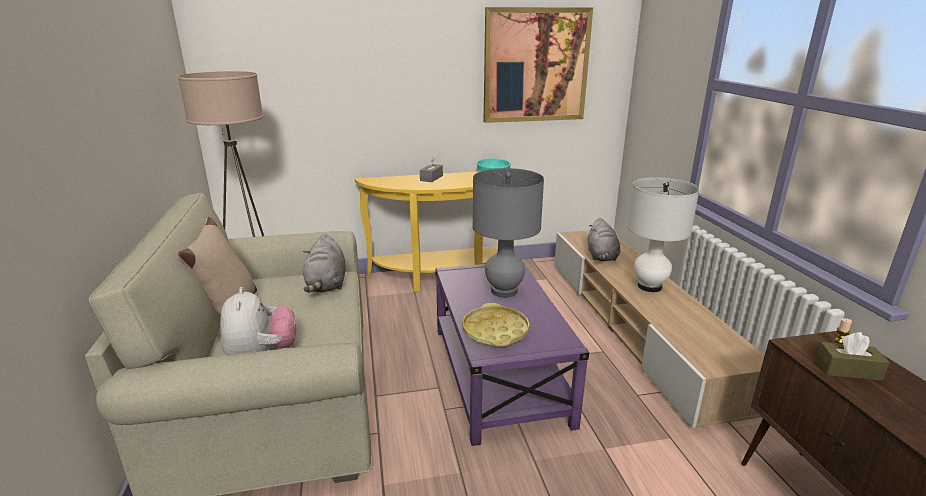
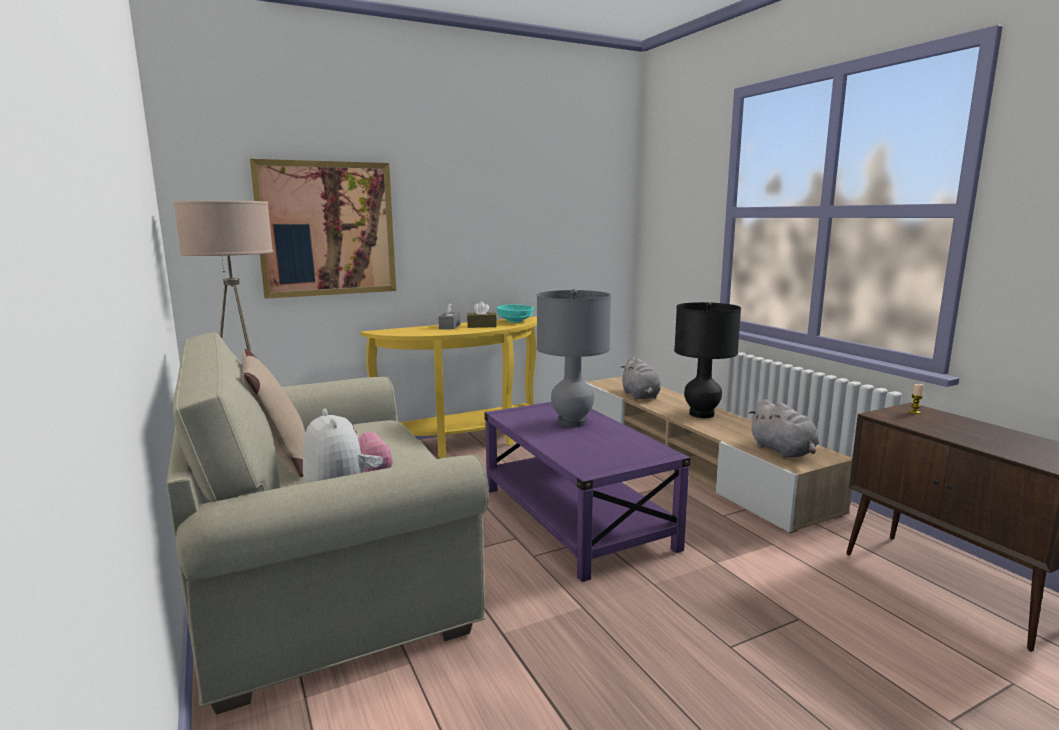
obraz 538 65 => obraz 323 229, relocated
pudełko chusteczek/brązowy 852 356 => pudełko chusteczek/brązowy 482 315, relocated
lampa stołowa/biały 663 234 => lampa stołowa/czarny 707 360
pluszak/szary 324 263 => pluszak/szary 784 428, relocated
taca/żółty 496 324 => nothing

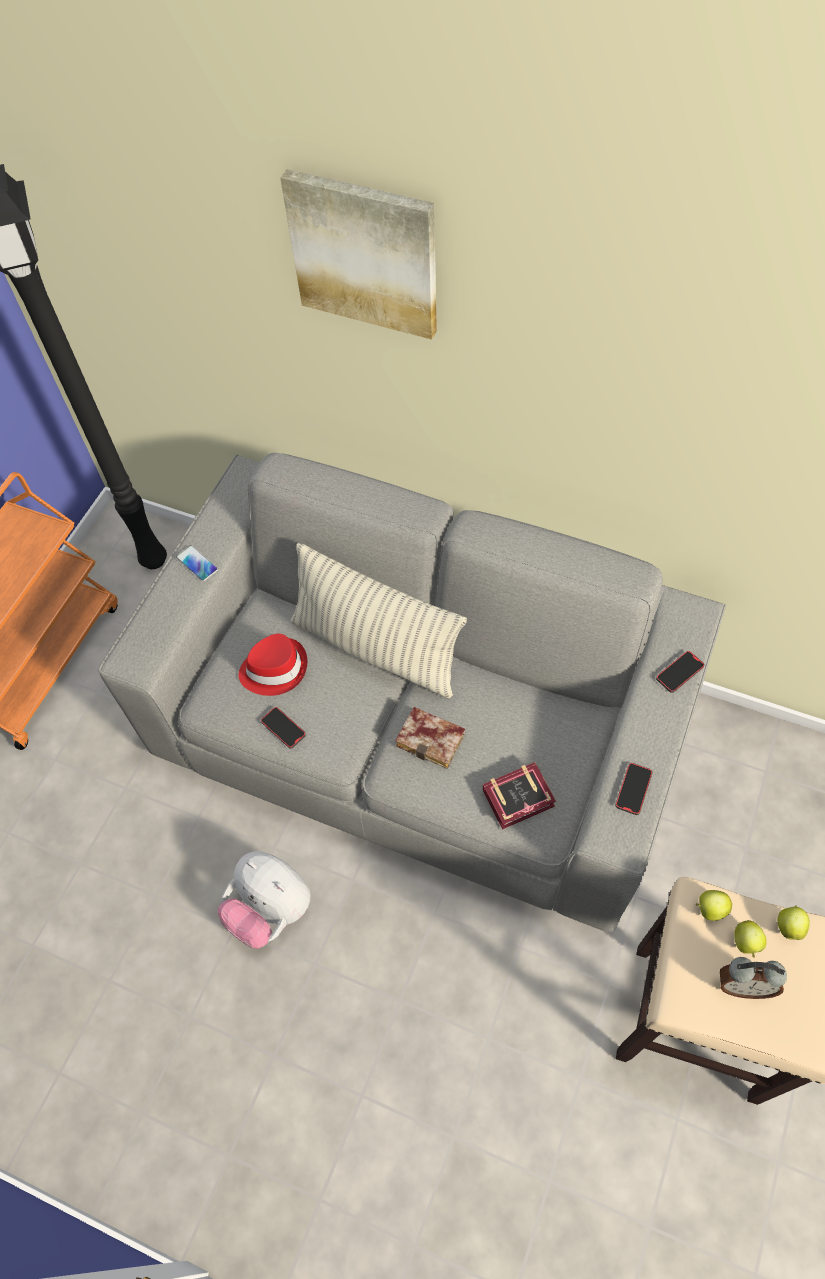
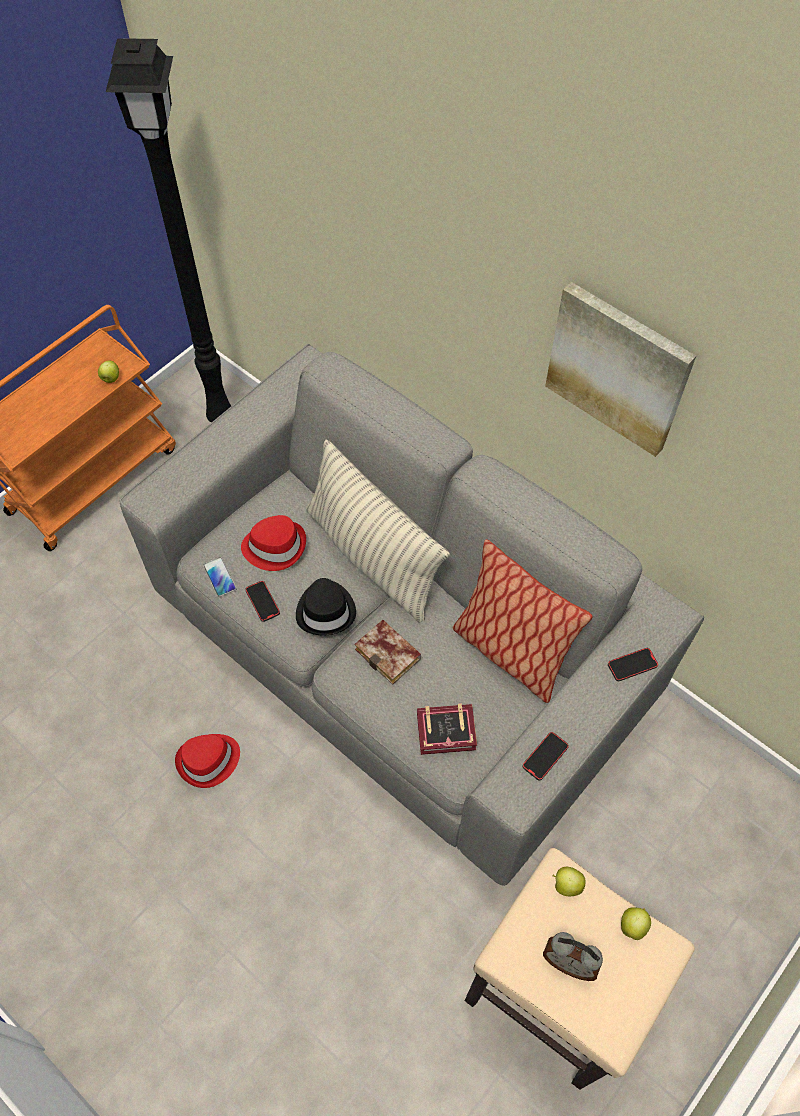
jabłko 750 939 => jabłko 108 372, relocated
pluszak 264 900 => kapelusz/czerwony 207 761
telefon 197 563 => telefon 219 577, relocated
nothing => kapelusz/czarny 326 606
nothing => poduszka 523 621
obraz 358 254 => obraz 620 369, relocated

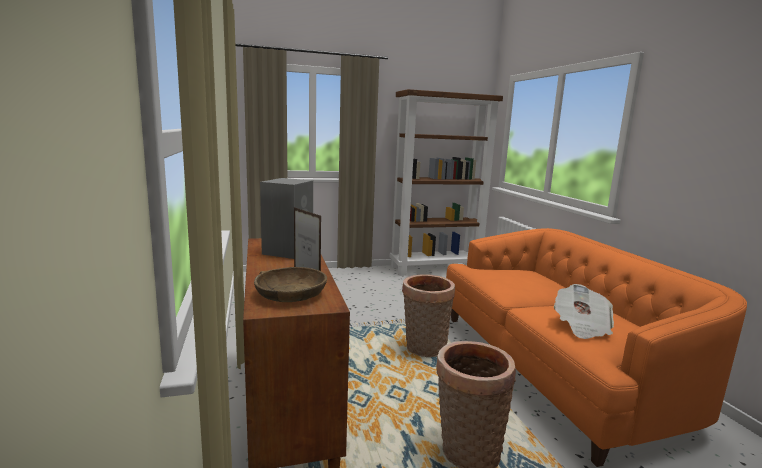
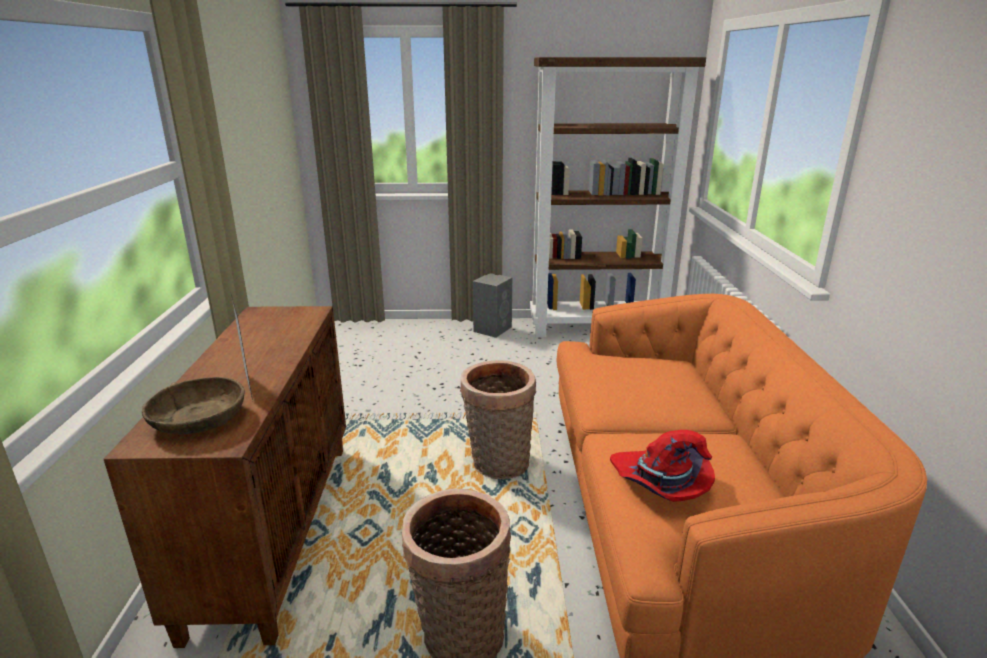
głośnik/szary 286 218 => głośnik/szary 492 305, relocated
gazeta 584 311 => kapelusz/czerwony 662 466

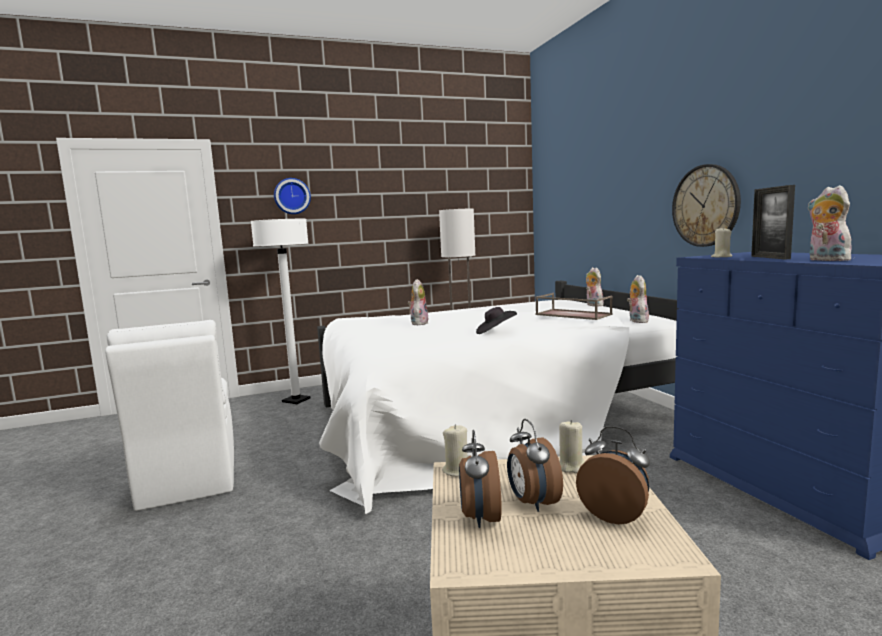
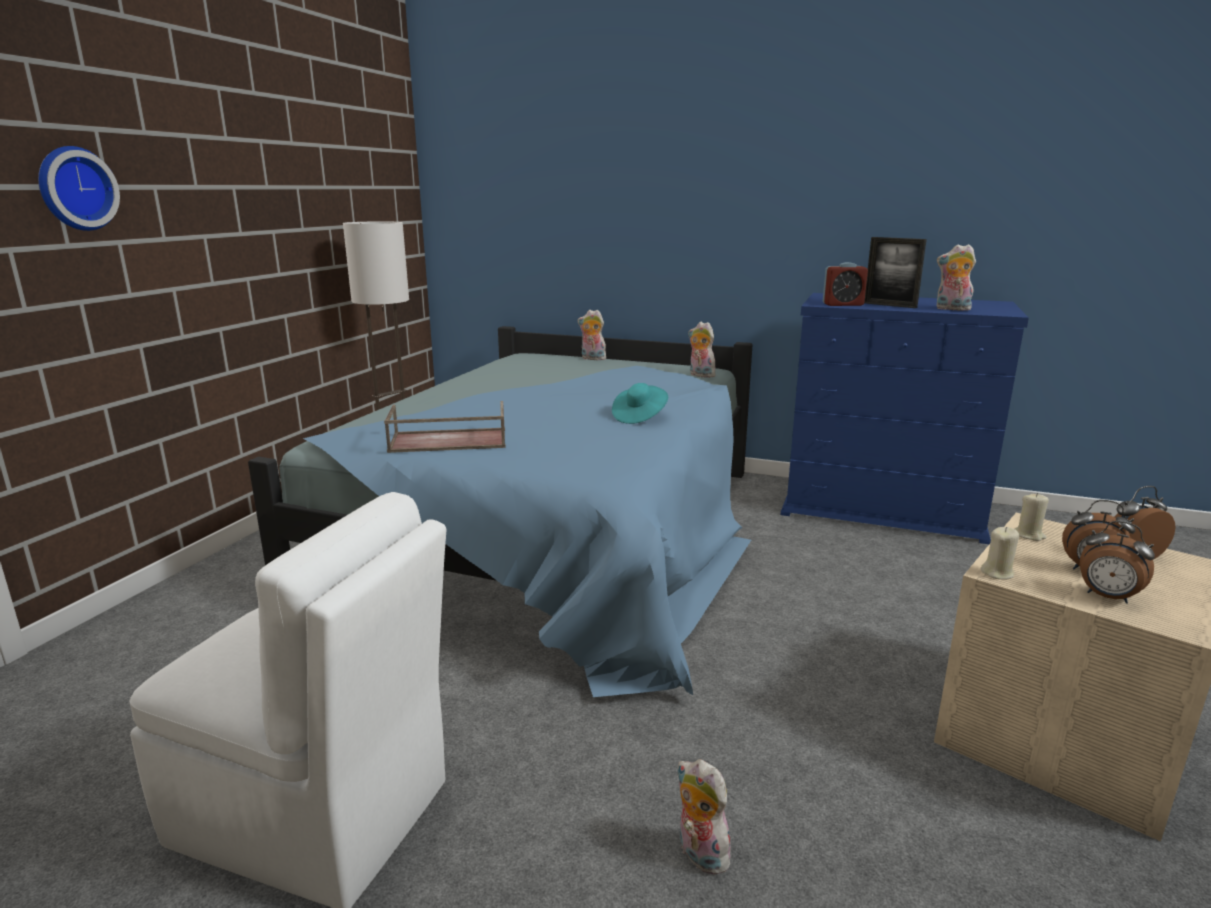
łóżko/biały 498 397 => łóżko/niebieski 500 511
taca/brązowy 574 306 => taca/brązowy 445 427, relocated
kapelusz/czarny 496 320 => kapelusz/turkusowy 640 403
pluszak 418 302 => pluszak 707 817, relocated
świeca/beżowy 721 242 => budzik 845 284
lampa stojąca/biały 280 311 => nothing
zegar ścienny 706 205 => nothing

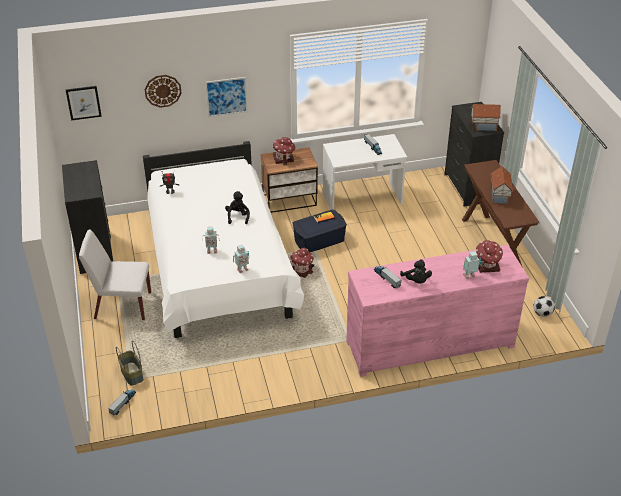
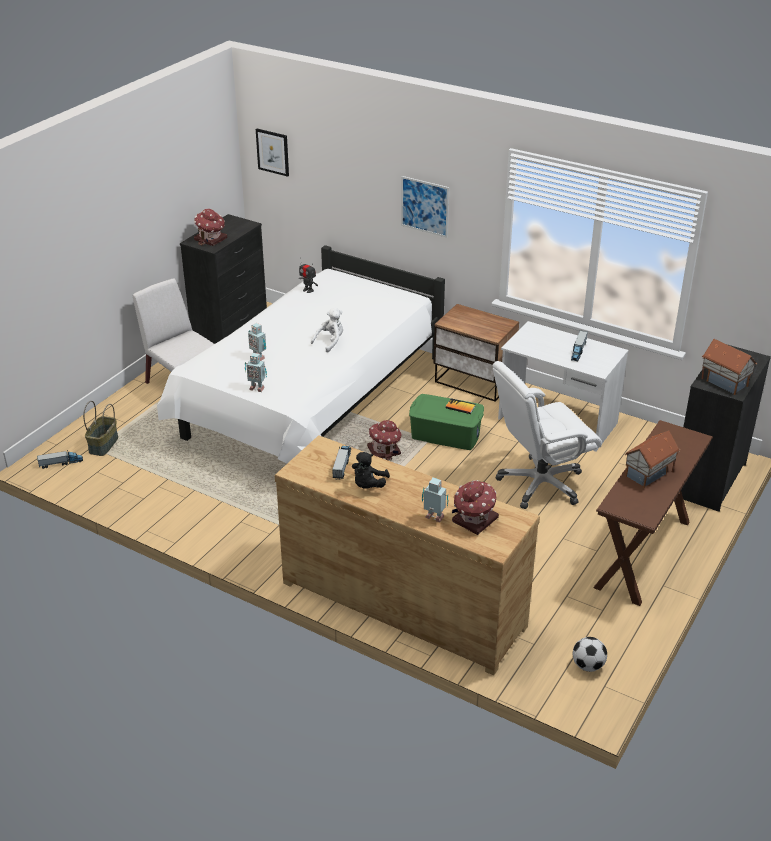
domek 283 151 => domek 210 227, relocated
komoda/różowy 437 311 => komoda/brązowy 407 555
pluszak/czarny 237 207 => pluszak/biały 327 330
pojemnik do przechowywania/niebieski 319 231 => pojemnik do przechowywania/zielony 446 422
nothing => krzesło biurowe/biały 547 435
zegar ścienny 163 91 => nothing

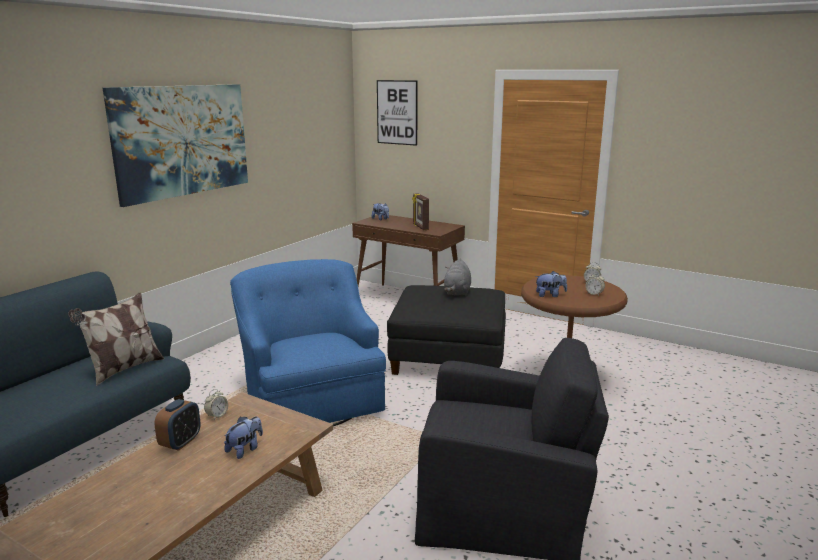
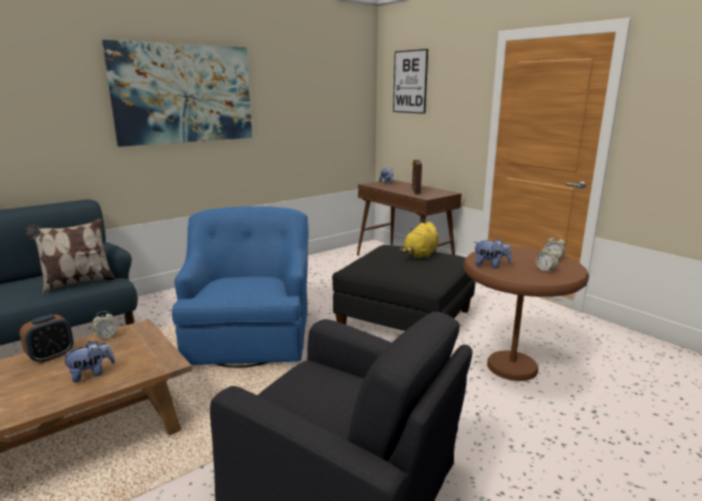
pluszak/szary 457 277 => pluszak/żółty 419 240

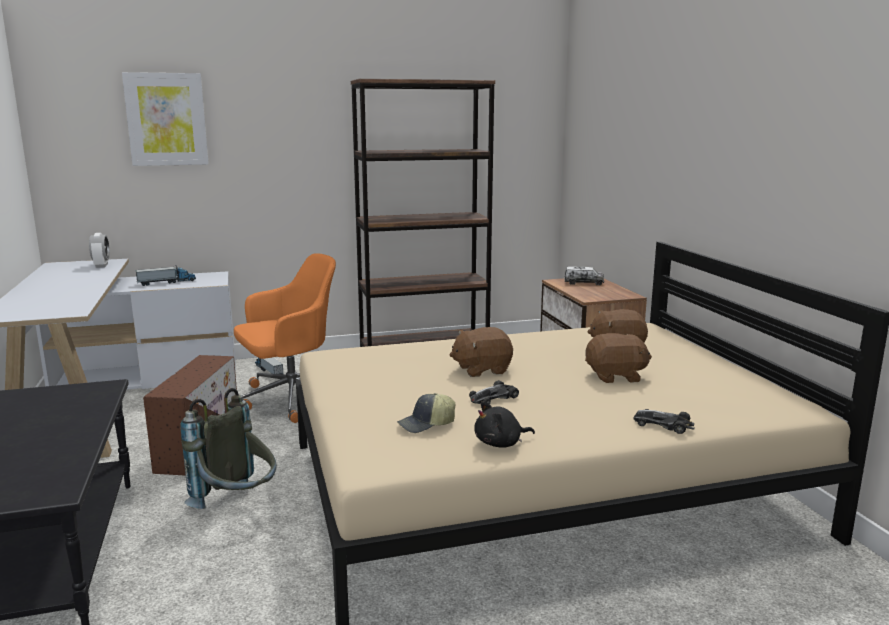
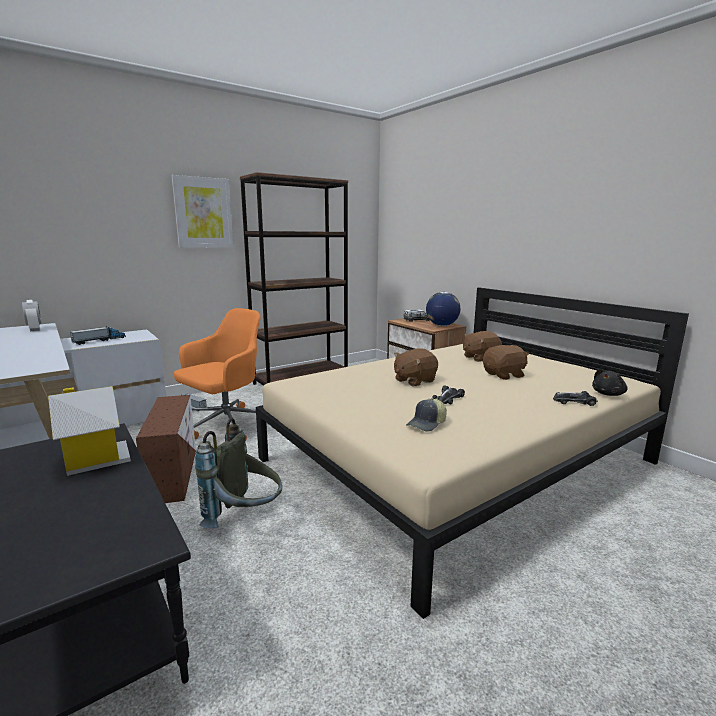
nothing => domek 89 431
obraz 165 119 => obraz 202 211, relocated
nothing => globus 443 309
pluszak/czarny 504 424 => pluszak/czarny 610 382, relocated

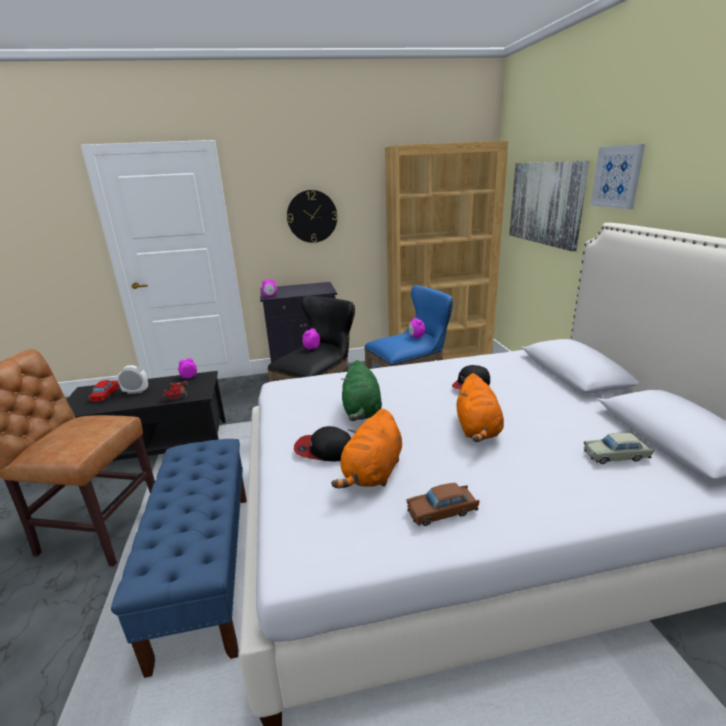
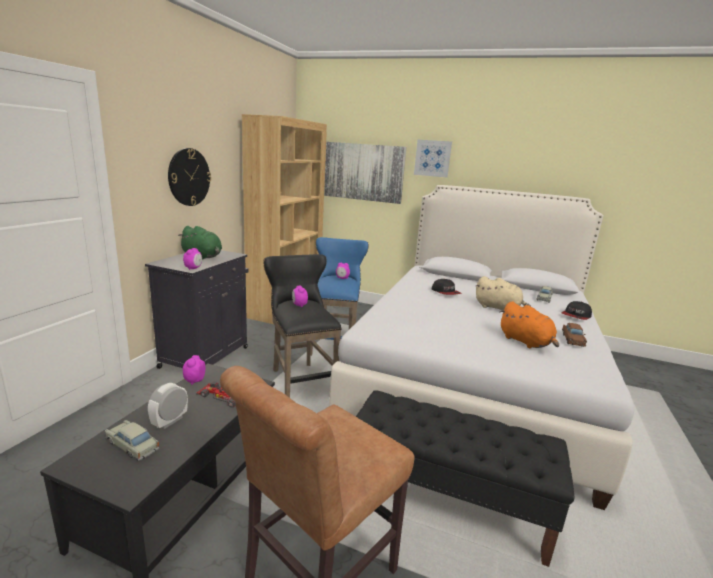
samochodzik/czerwony 104 390 => samochodzik/beżowy 132 440
pluszak/zielony 362 390 => pluszak/zielony 200 243, relocated
ławka/niebieski 179 558 => ławka/czarny 465 478
pluszak/pomarańczowy 480 407 => pluszak/beżowy 503 293
czapka z daszkiem 322 443 => czapka z daszkiem 576 310, relocated

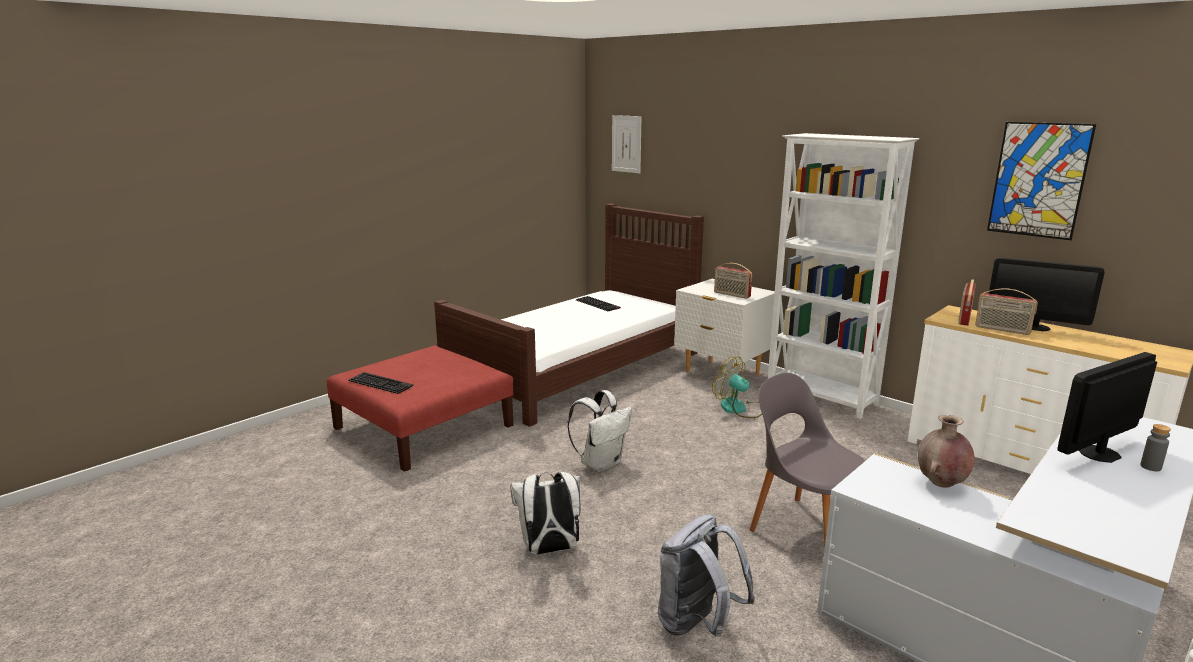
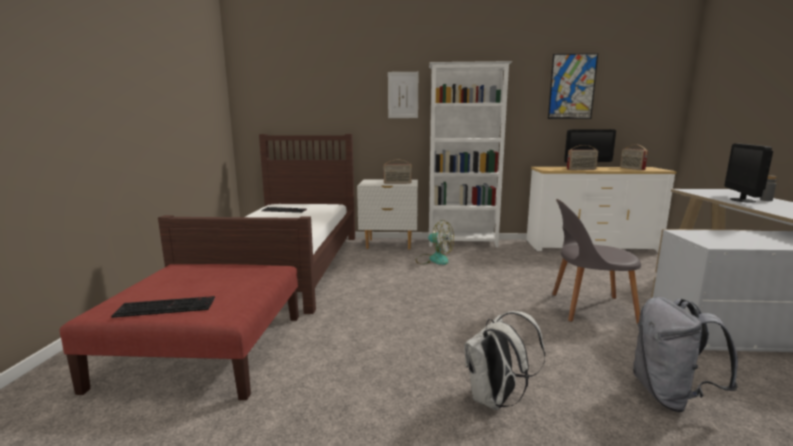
obraz 627 144 => obraz 403 95, relocated
wentylator 737 387 => wentylator 435 242, 150 degrees counterclockwise
radio 967 302 => radio 634 157, relocated
plecak/biały 600 431 => nothing
wazon/brązowy 946 451 => nothing

